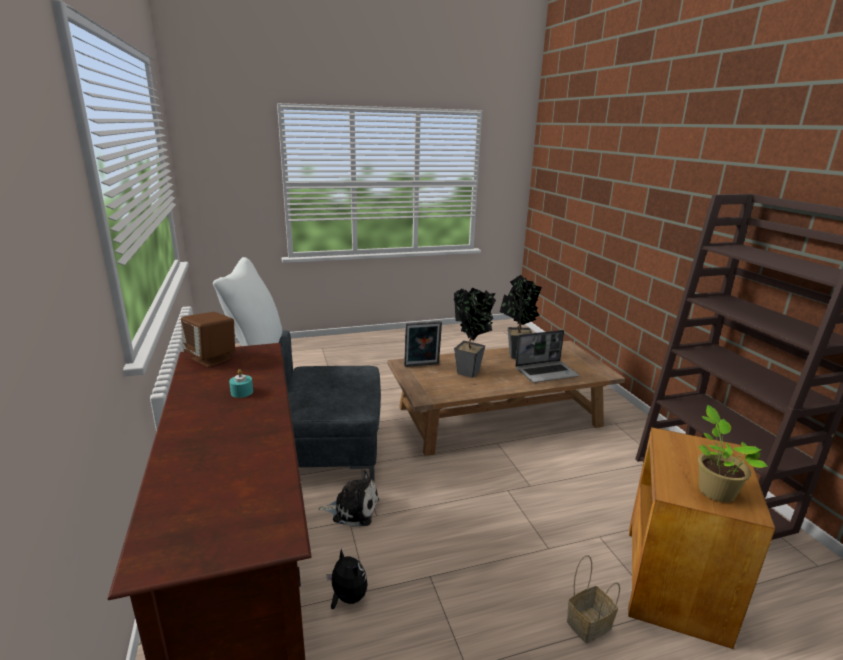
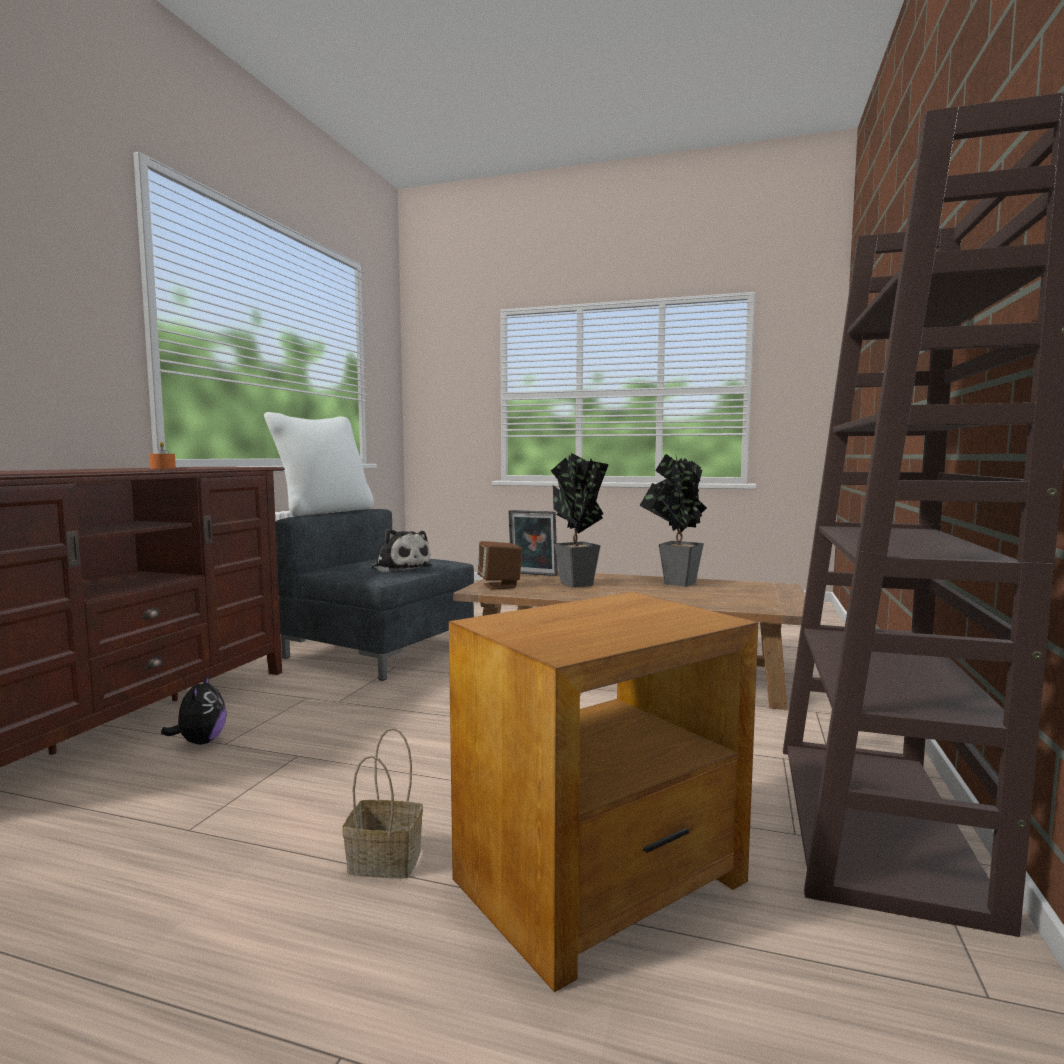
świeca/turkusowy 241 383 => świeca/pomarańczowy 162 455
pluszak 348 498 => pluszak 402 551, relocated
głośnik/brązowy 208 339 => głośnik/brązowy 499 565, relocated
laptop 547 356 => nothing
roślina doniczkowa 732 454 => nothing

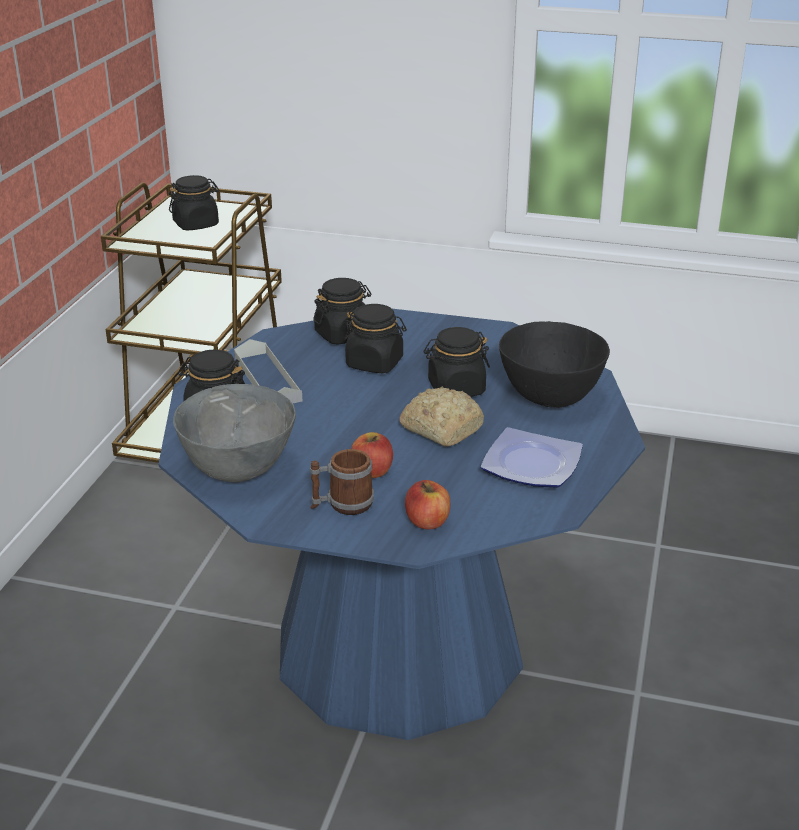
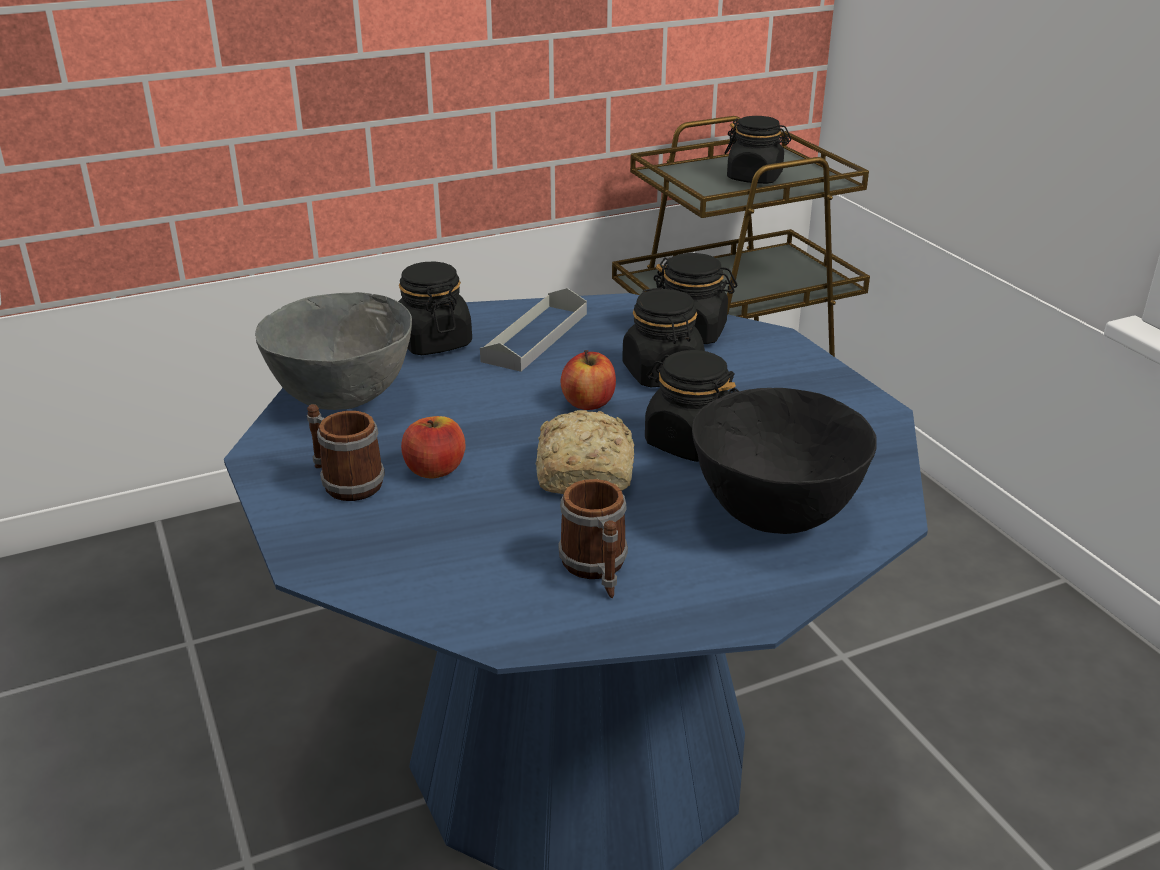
talerz 531 457 => kubek 593 538
jabłko 427 504 => jabłko 588 380, relocated

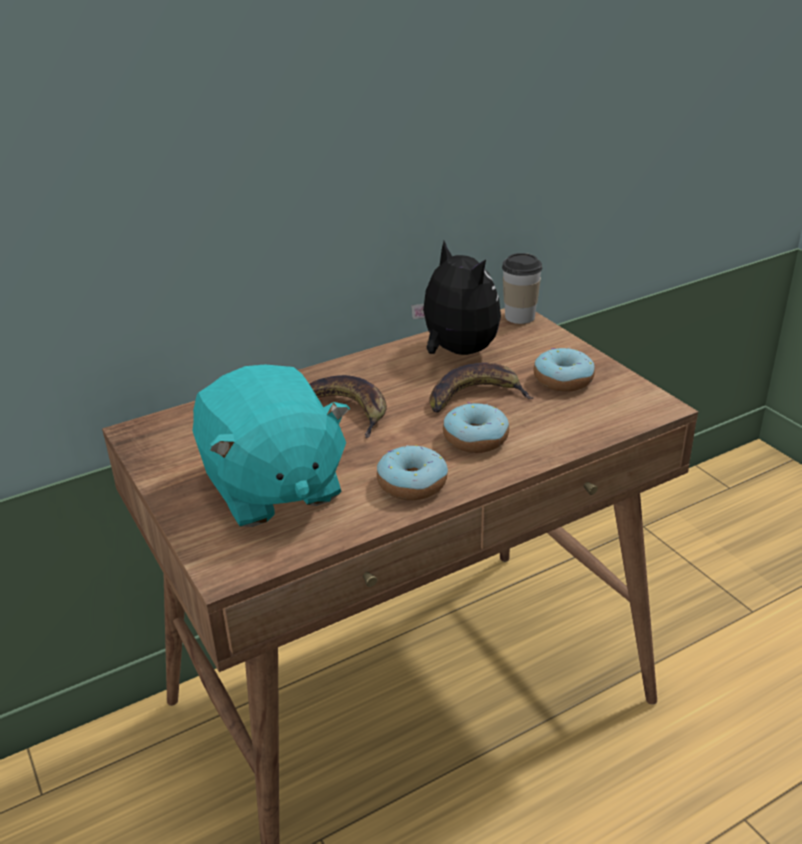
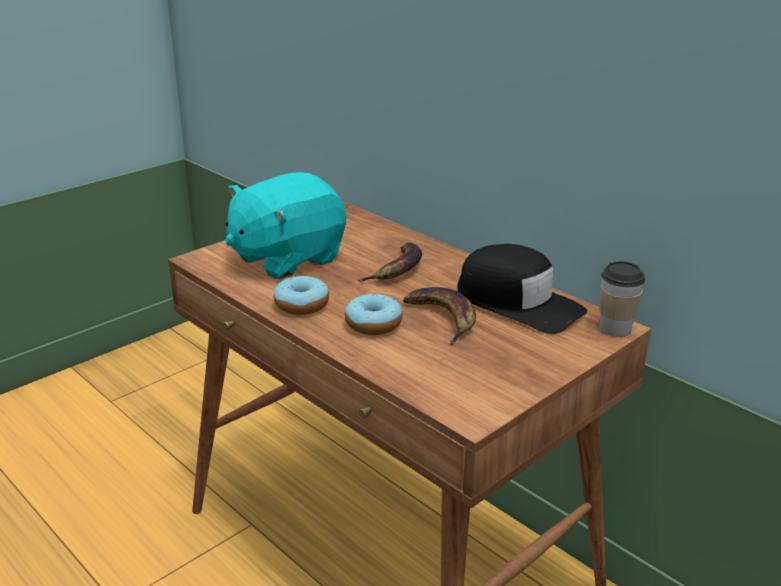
pluszak 456 298 => czapka z daszkiem/czarny 522 289
donut 564 370 => nothing

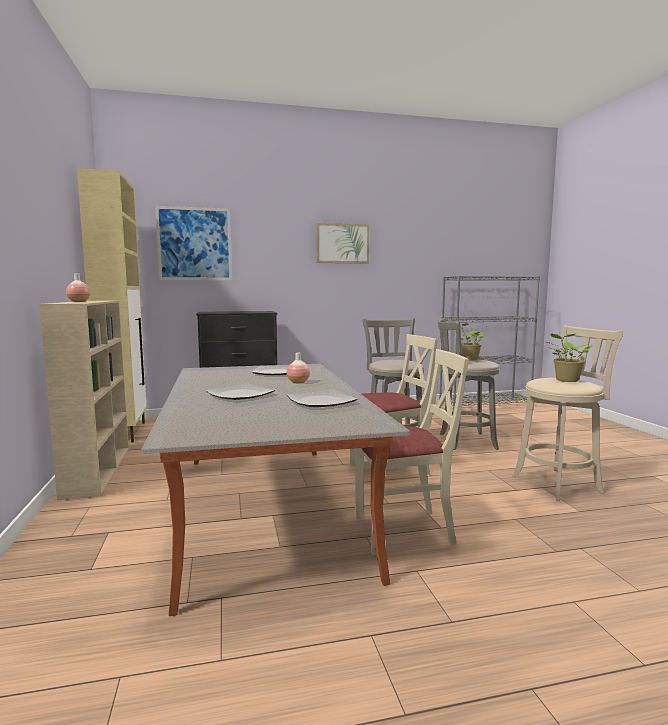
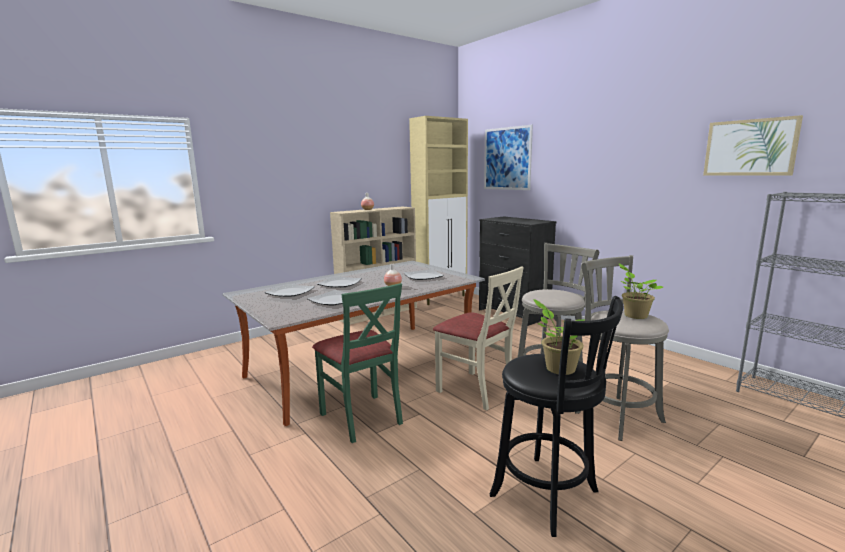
nothing => talerz 289 290
krzesło/beżowy 412 452 => krzesło/zielony 357 363
stołek/beżowy 567 413 => stołek/czarny 557 416
obraz 342 243 => obraz 753 145, relocated

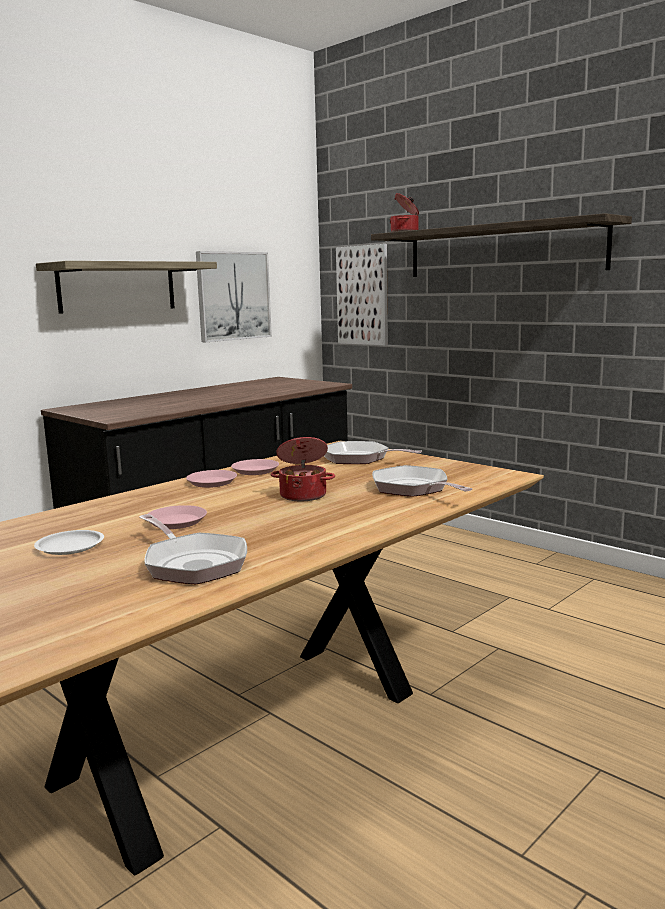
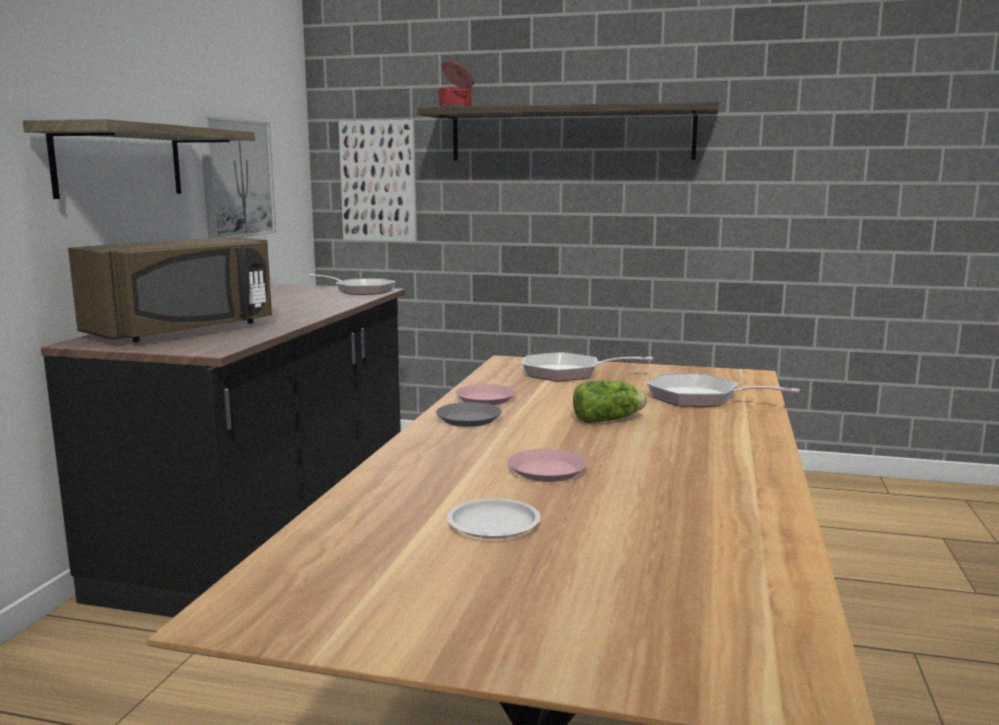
nothing => mikrofalówka/brązowy 170 289
patelnia 193 549 => patelnia 352 284, relocated
talerz/różowy 211 479 => talerz/szary 469 414
garnek 303 469 => sałata 610 401

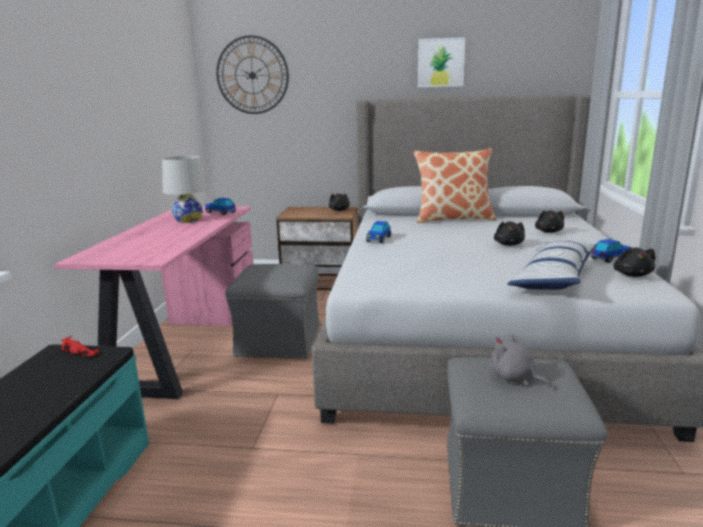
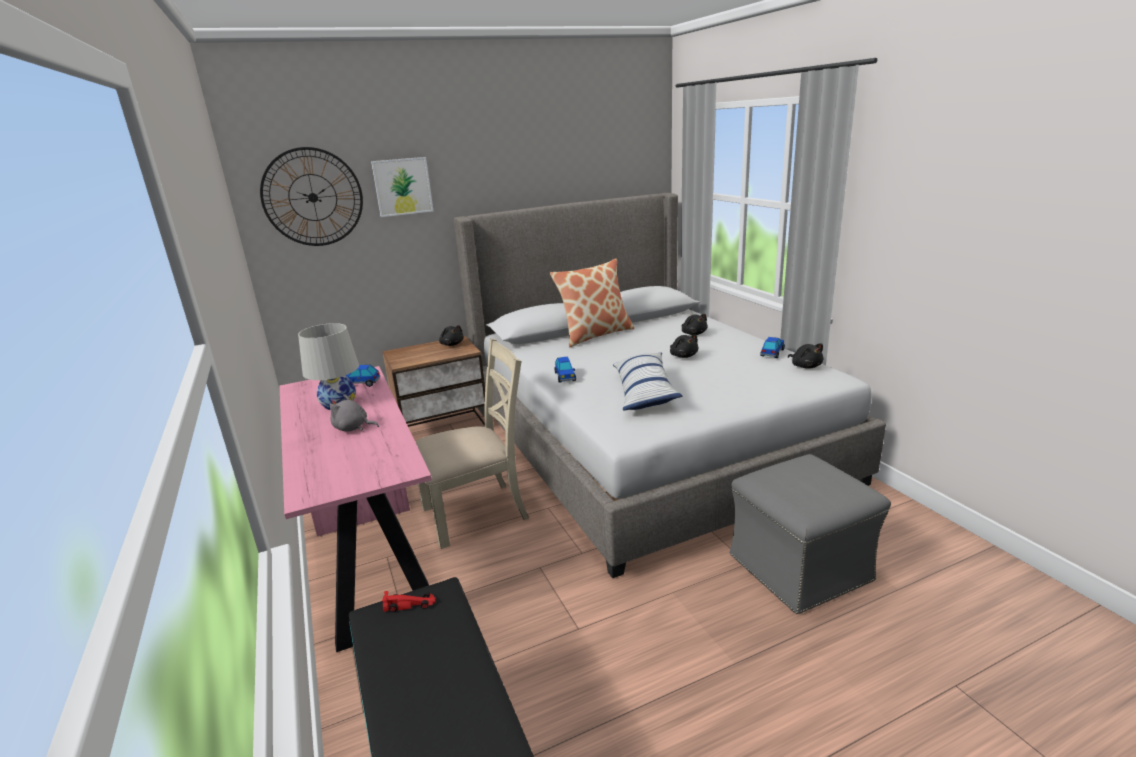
pluszak/szary 520 361 => pluszak/szary 354 412, relocated
obraz 441 62 => obraz 402 187, relocated
pufa/szary 272 311 => krzesło/beżowy 472 443
poduszka 552 265 => poduszka 647 381, relocated

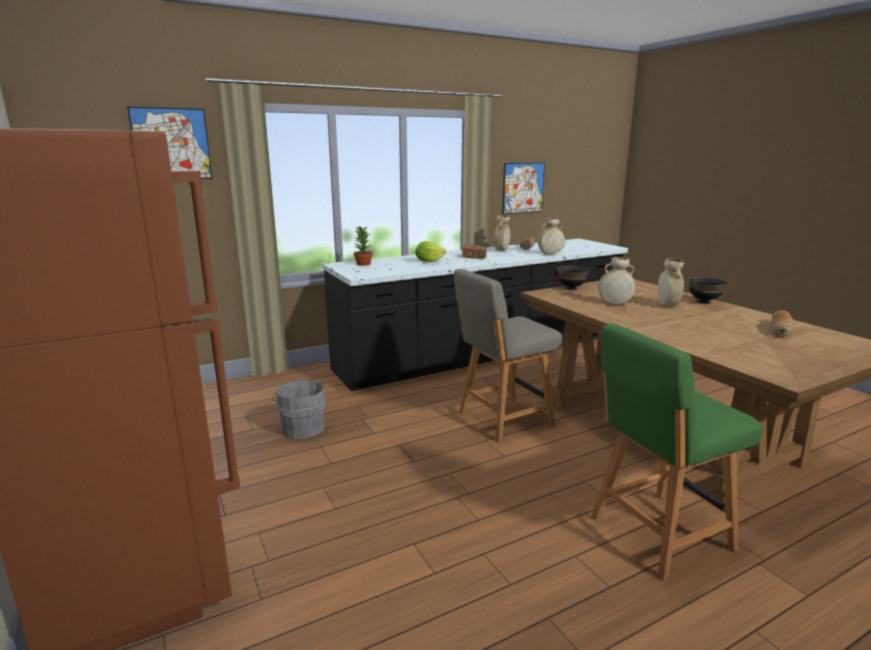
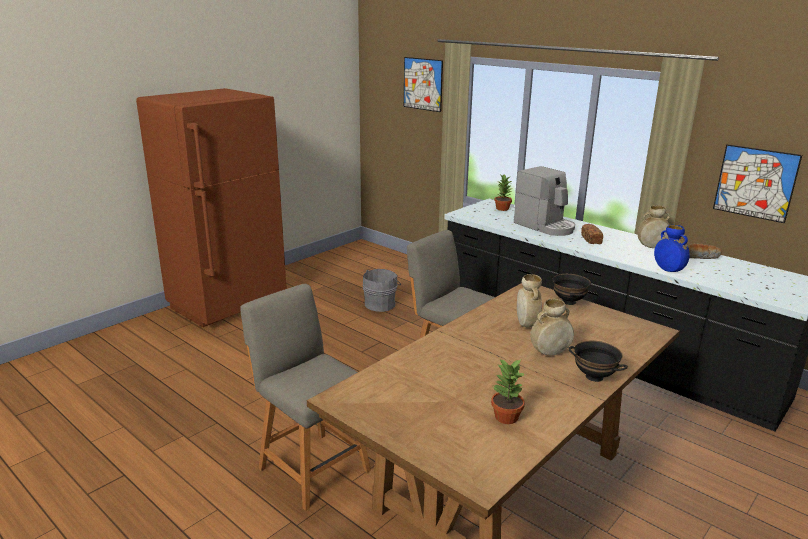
krzesło/zielony 677 452 => krzesło/szary 305 397
chleb 782 323 => roślina doniczkowa 508 391
sałata 430 252 => ekspres do kawy 544 201
wazon/beżowy 551 236 => wazon/niebieski 672 248

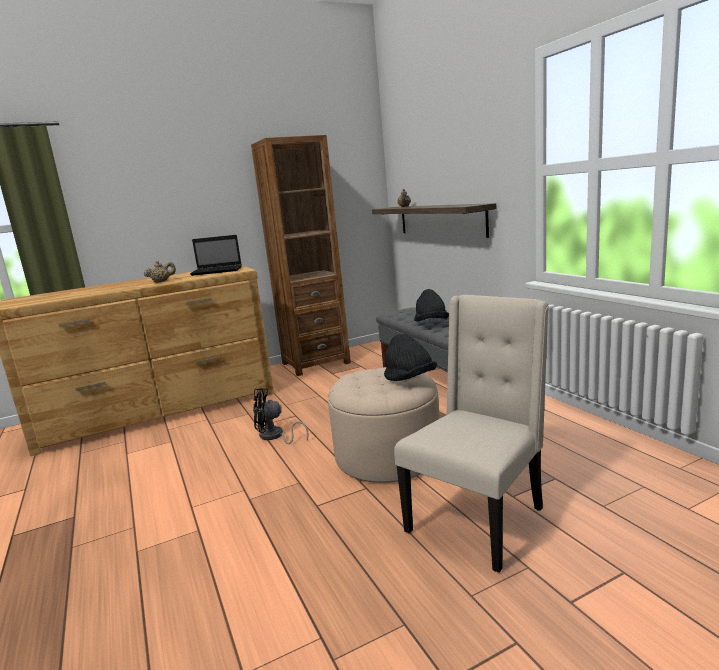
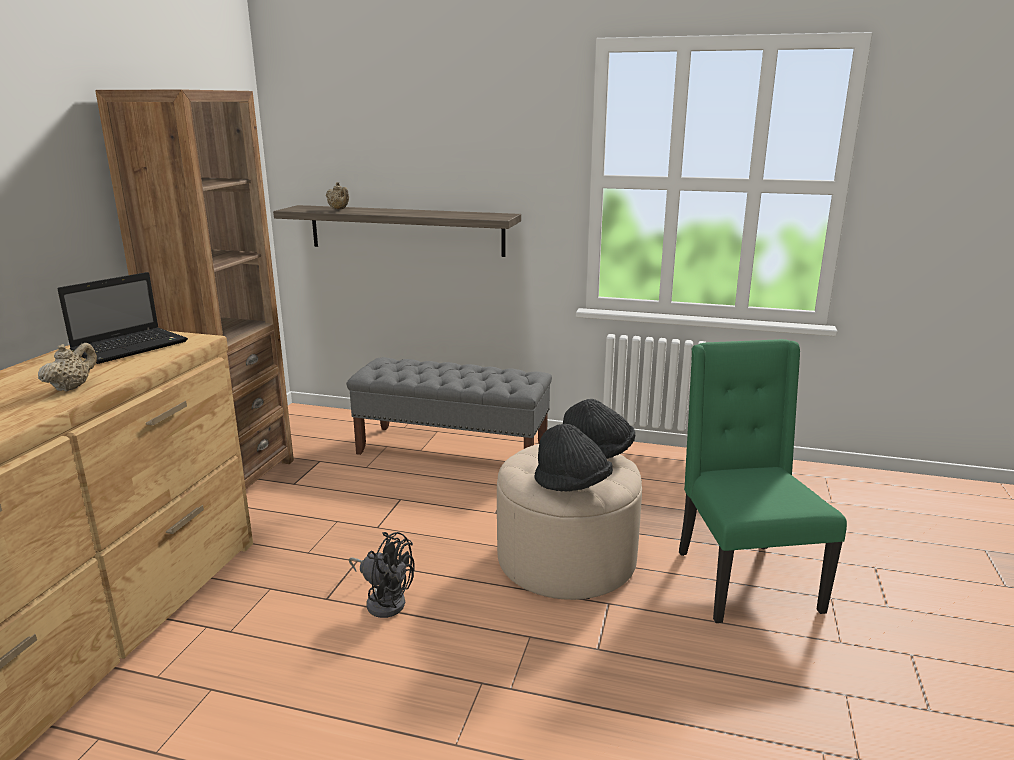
wentylator/czarny 280 416 => wentylator/czarny 382 575, 105 degrees counterclockwise
kapelusz/czarny 431 305 => kapelusz/czarny 574 458, relocated
krzesło/beżowy 471 434 => krzesło/zielony 763 481

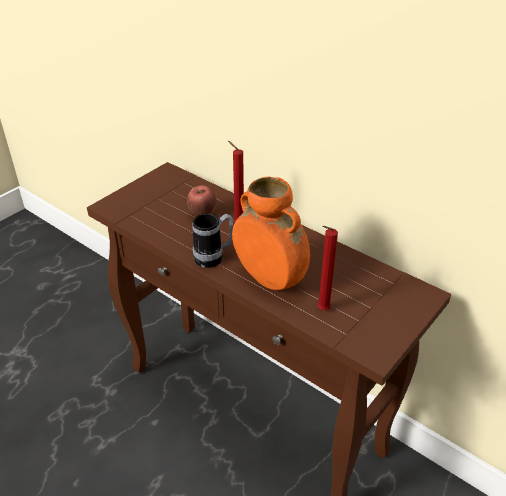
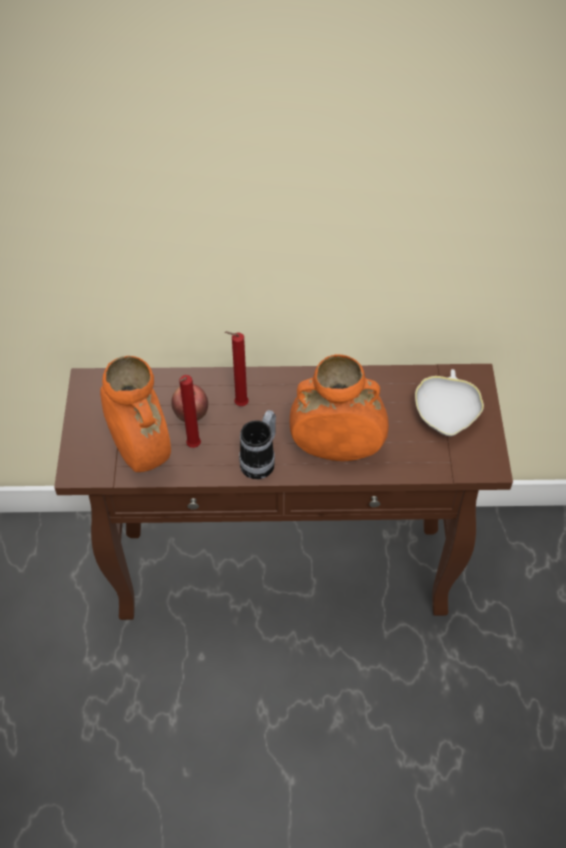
nothing => wazon/pomarańczowy 135 414
świeca/czerwony 327 268 => świeca/czerwony 190 411, relocated
nothing => miska/biały 449 402

